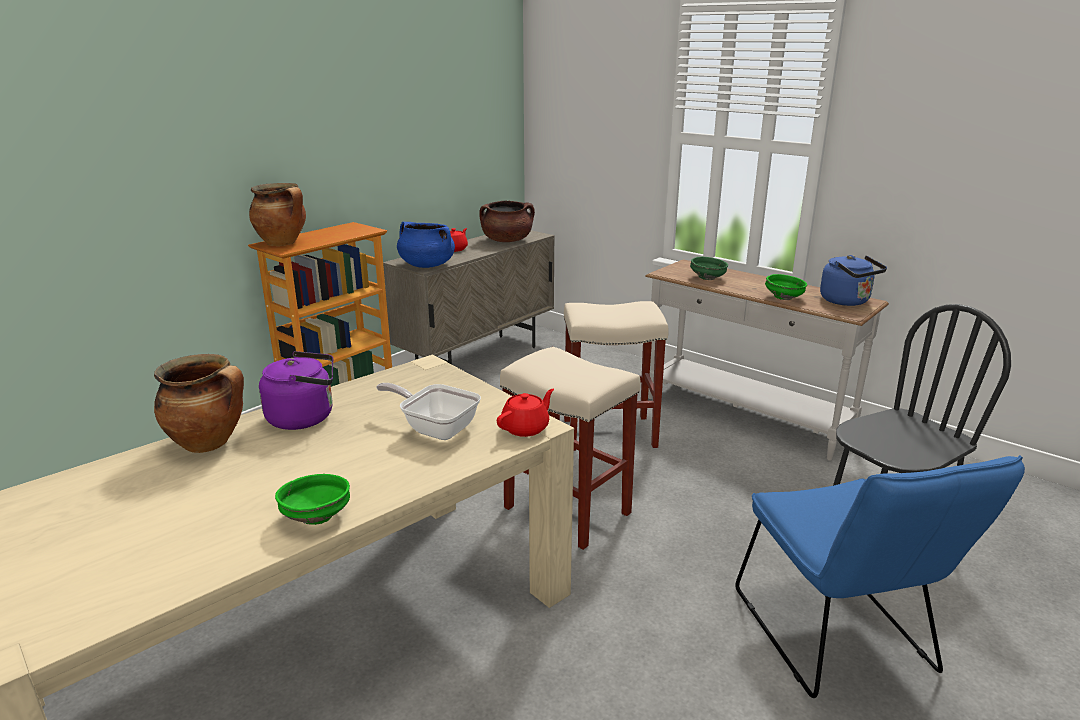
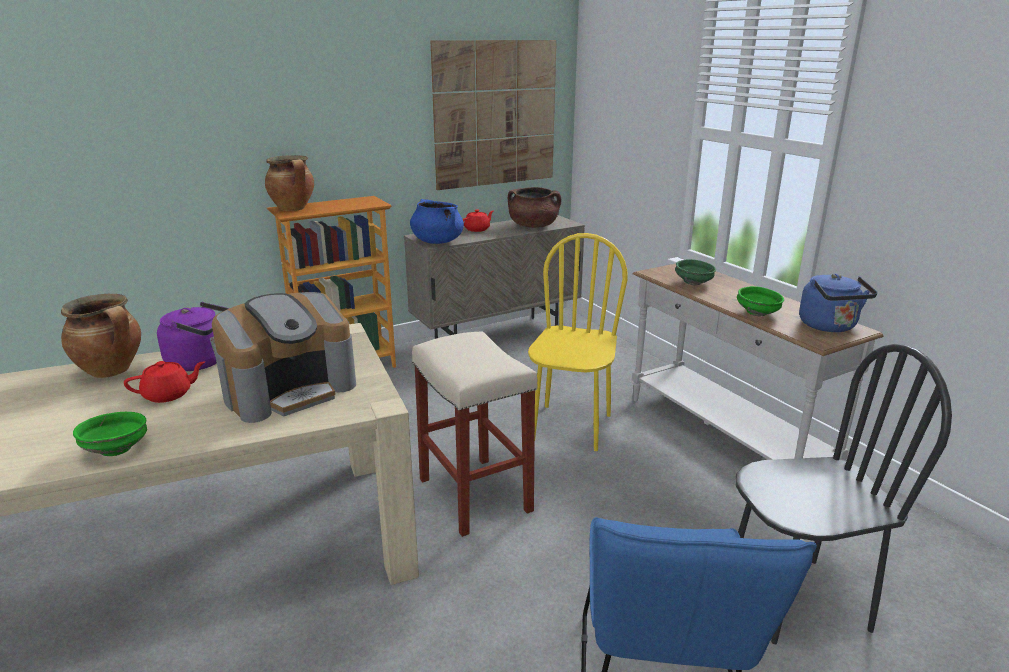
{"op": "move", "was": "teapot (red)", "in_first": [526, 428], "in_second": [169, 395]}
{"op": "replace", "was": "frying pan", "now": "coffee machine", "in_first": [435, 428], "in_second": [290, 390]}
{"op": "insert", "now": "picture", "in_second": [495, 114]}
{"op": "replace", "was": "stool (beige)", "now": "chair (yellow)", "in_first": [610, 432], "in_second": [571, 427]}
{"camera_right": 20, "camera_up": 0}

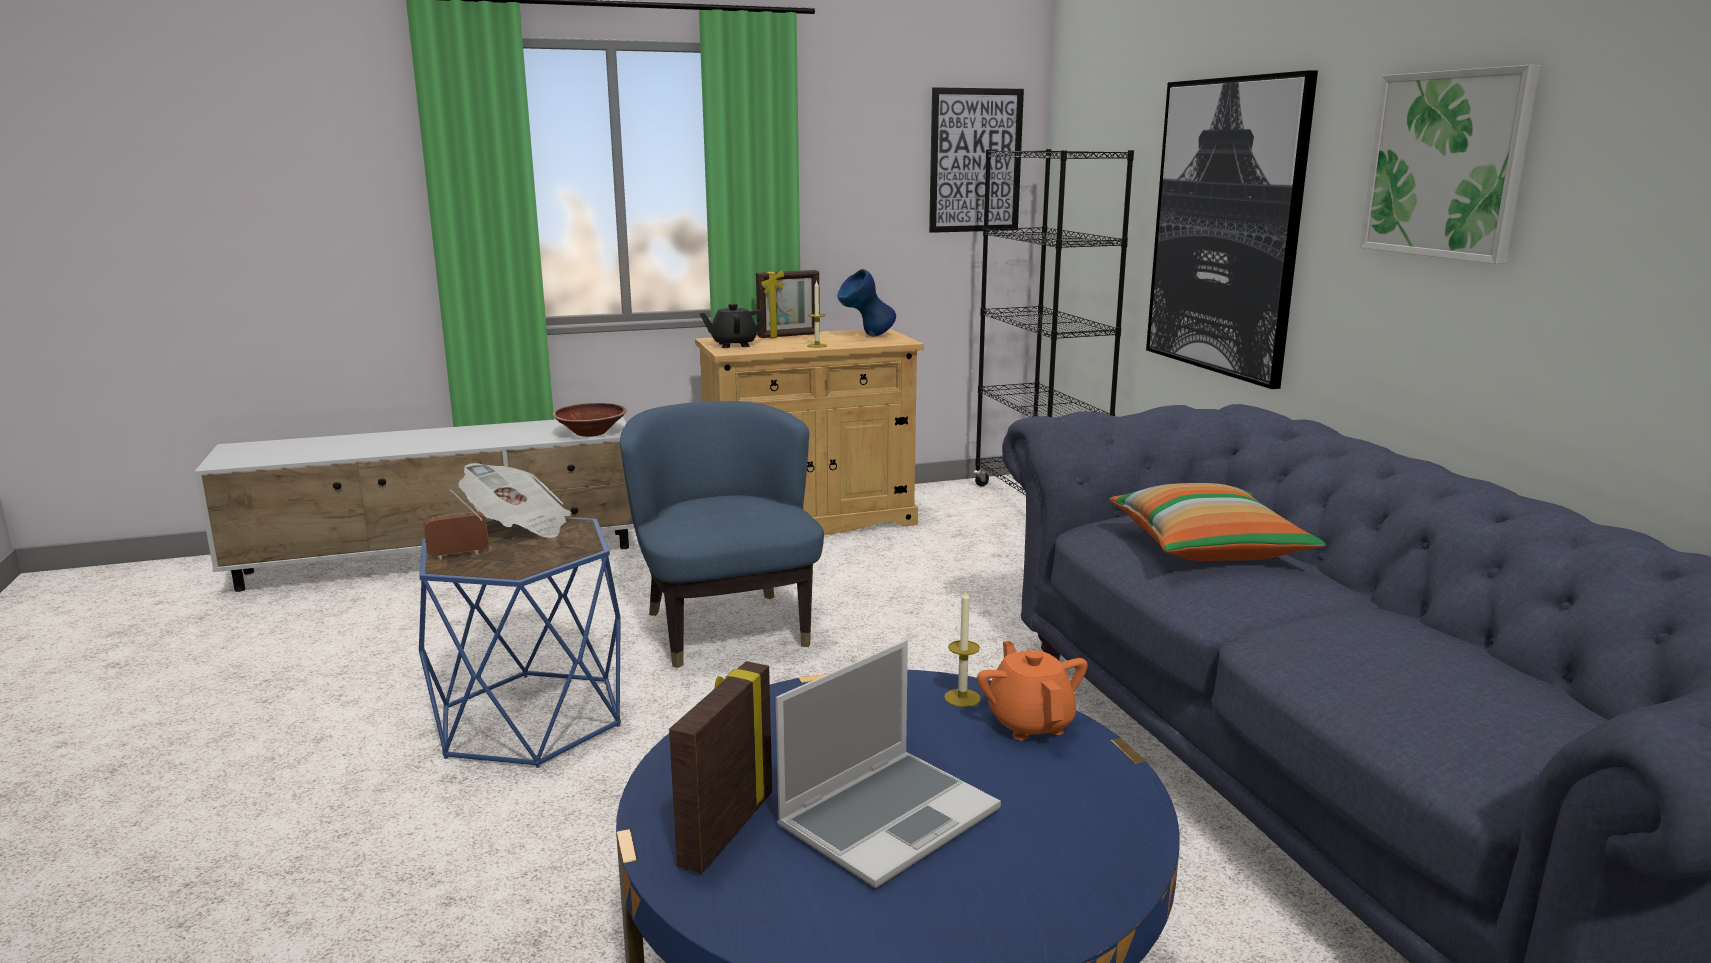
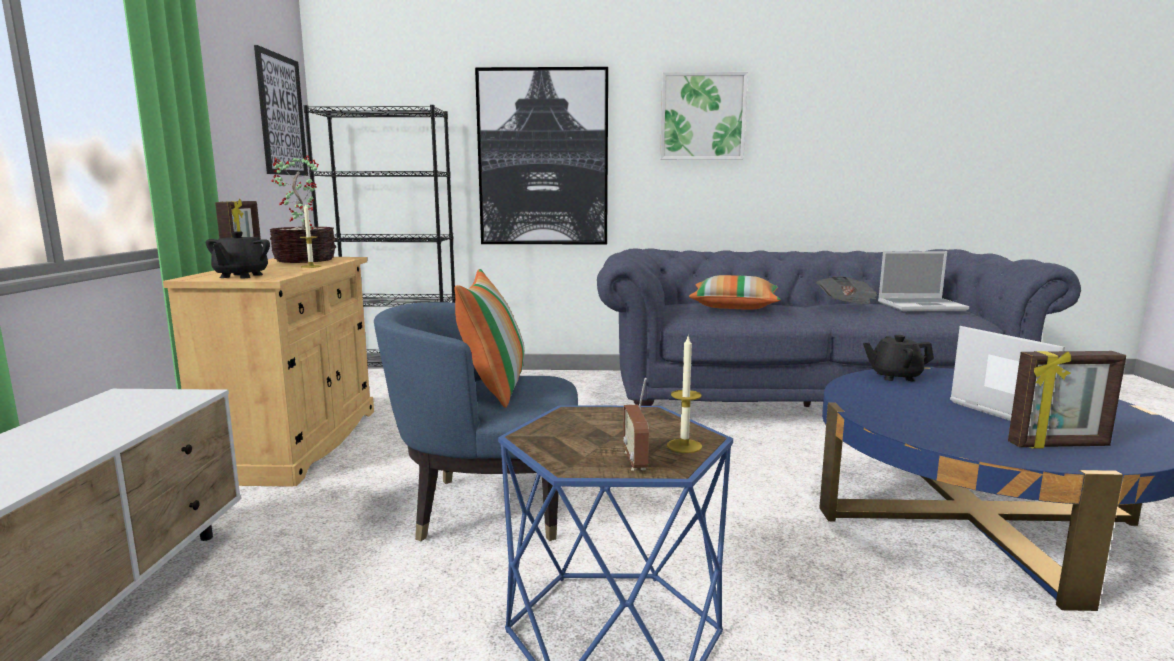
{"op": "replace", "was": "vase (blue)", "now": "potted plant", "in_first": [866, 336], "in_second": [305, 260]}
{"op": "insert", "now": "pillow", "in_second": [494, 388]}
{"op": "move", "was": "candle", "in_first": [962, 698], "in_second": [684, 446]}
{"op": "move", "was": "newspaper", "in_first": [519, 527], "in_second": [847, 307]}
{"op": "recolor", "was": "teapot (orange)", "now": "teapot (black)", "in_first": [1030, 723], "in_second": [894, 376]}
{"op": "insert", "now": "laptop", "in_second": [921, 306]}
{"op": "rotate", "was": "picture frame", "in_first": [724, 829], "in_second": [1059, 445], "clockwise": -45}
{"op": "delete", "was": "bowl (brown)", "in_first": [591, 433]}
{"camera_right": -70, "camera_up": -5}

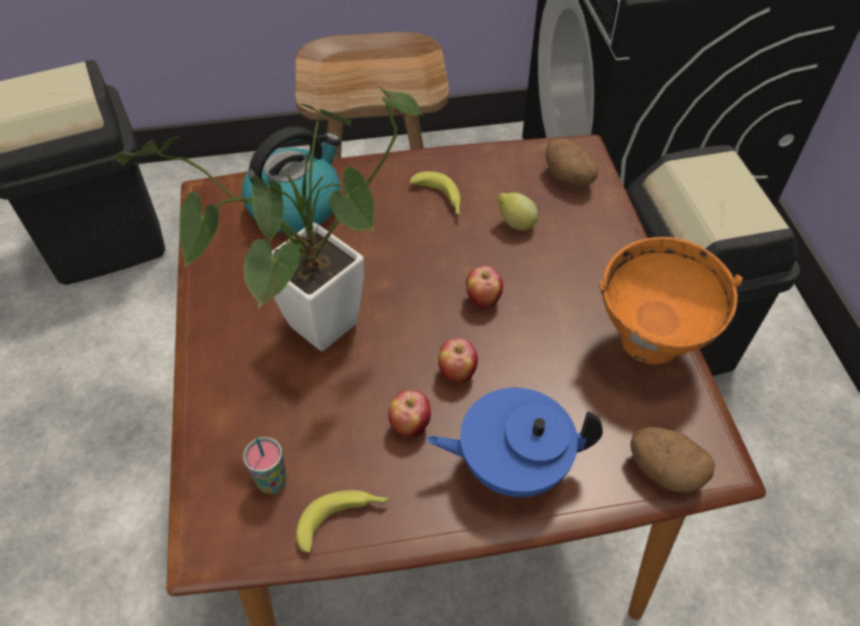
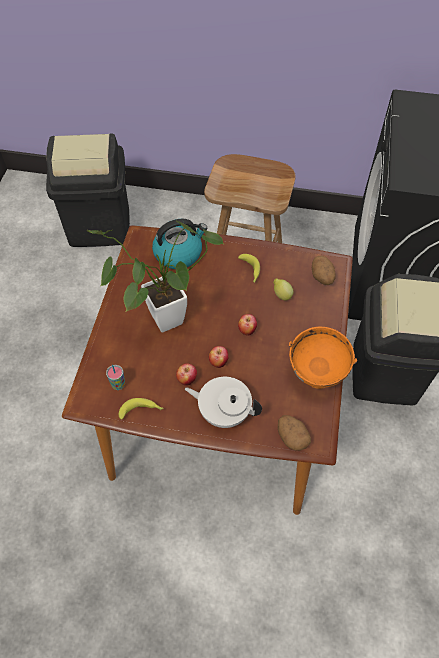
{"op": "recolor", "was": "teapot (blue)", "now": "teapot (white)", "in_first": [511, 464], "in_second": [224, 412]}
{"camera_right": 20, "camera_up": 5}

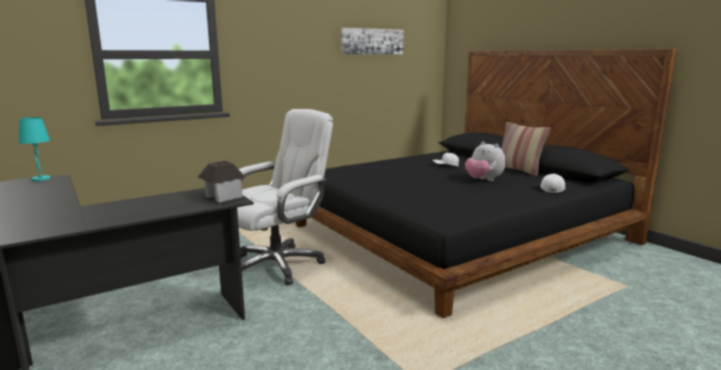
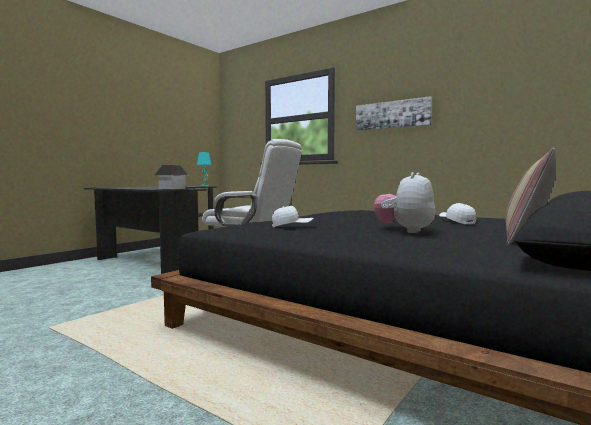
{"op": "move", "was": "cap (white)", "in_first": [552, 189], "in_second": [292, 226]}
{"op": "move", "was": "picture", "in_first": [372, 41], "in_second": [392, 115]}
{"camera_right": 70, "camera_up": -10}

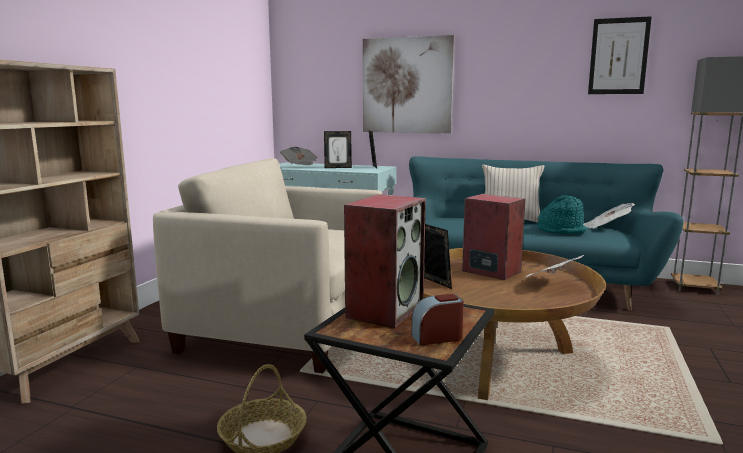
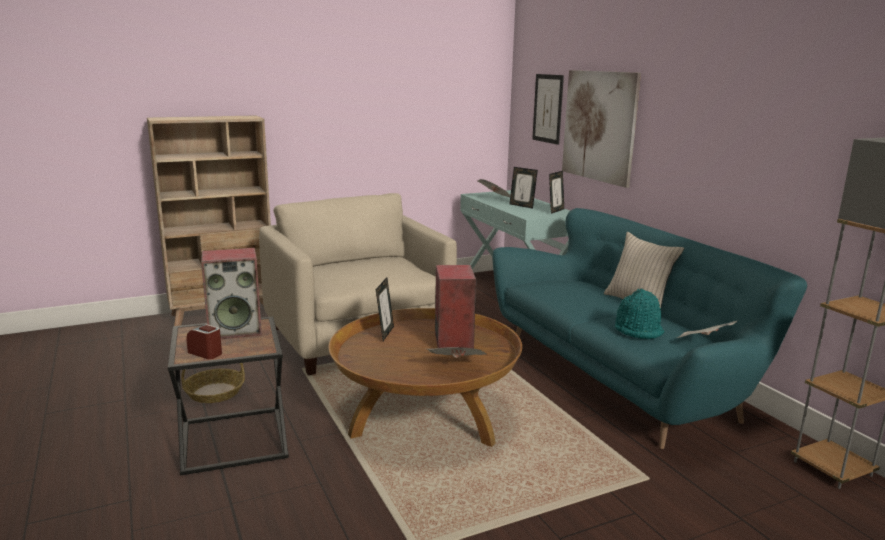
{"op": "move", "was": "picture", "in_first": [618, 56], "in_second": [548, 108]}
{"camera_right": 45, "camera_up": 5}

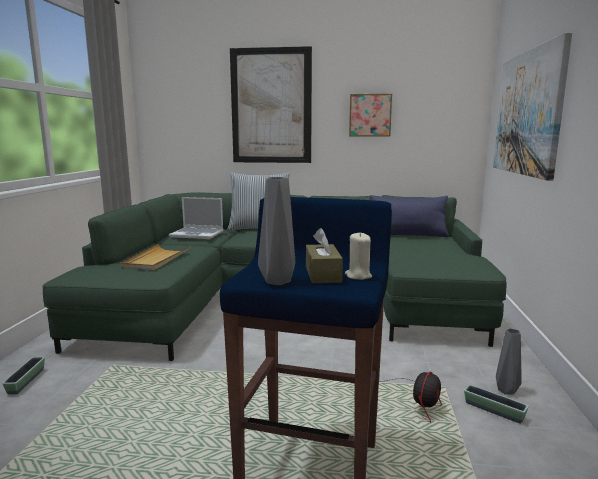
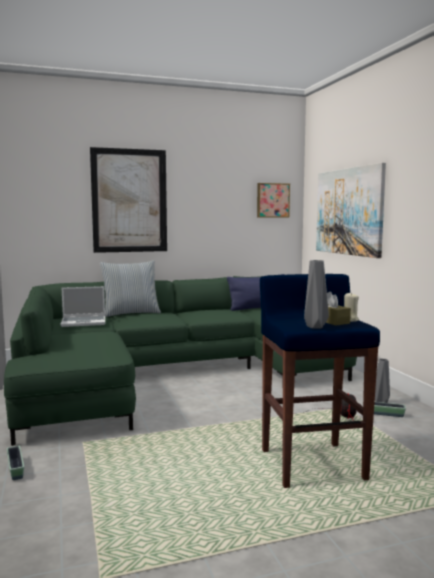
{"op": "move", "was": "picture", "in_first": [370, 115], "in_second": [272, 200]}
{"op": "delete", "was": "tray (beige)", "in_first": [156, 260]}
{"camera_right": -25, "camera_up": -5}

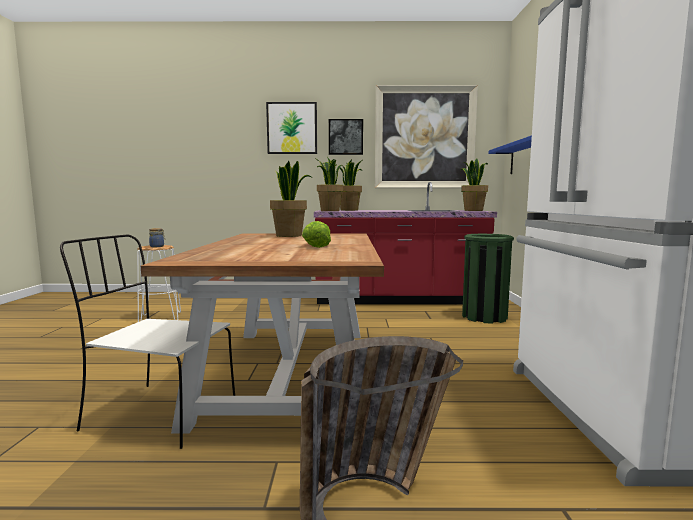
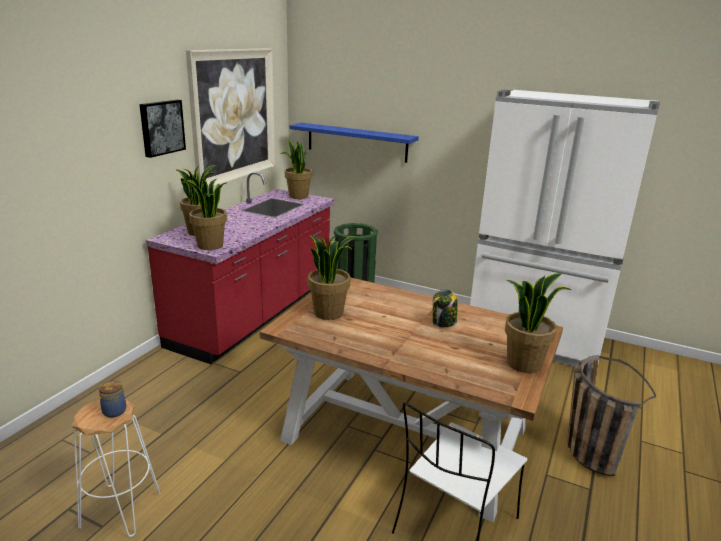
{"op": "replace", "was": "lettuce", "now": "jar", "in_first": [315, 246], "in_second": [444, 322]}
{"op": "insert", "now": "potted plant", "in_second": [524, 363]}
{"op": "delete", "was": "picture", "in_first": [292, 128]}
{"camera_right": -65, "camera_up": 15}

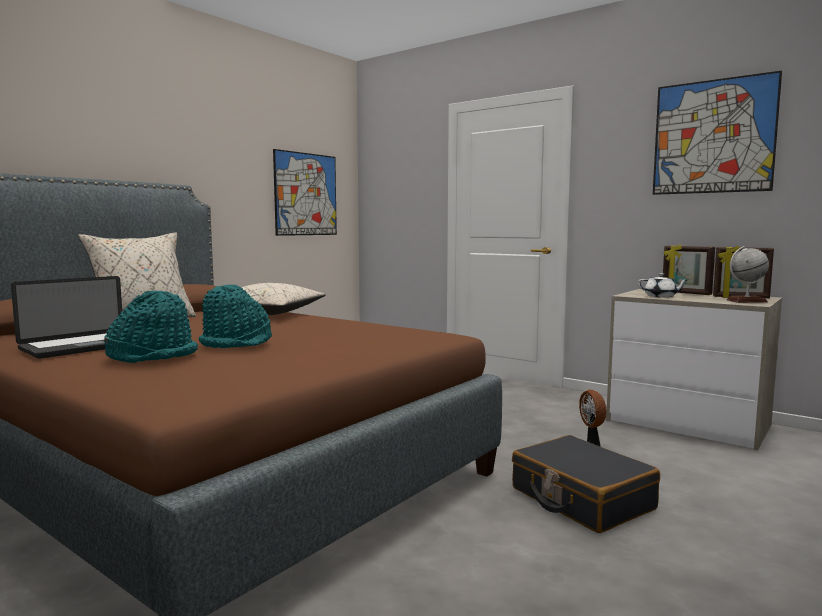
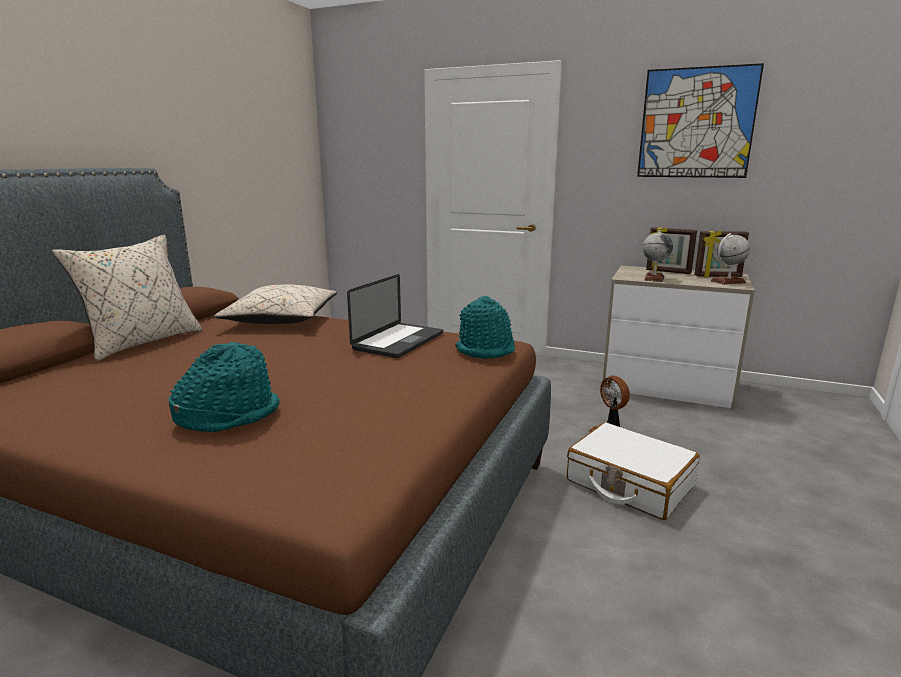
{"op": "move", "was": "laptop", "in_first": [83, 346], "in_second": [398, 341]}
{"op": "move", "was": "hat (turquoise)", "in_first": [237, 343], "in_second": [486, 349]}
{"op": "recolor", "was": "suitcase (black)", "now": "suitcase (white)", "in_first": [581, 499], "in_second": [629, 483]}
{"op": "replace", "was": "teapot (white)", "now": "globe", "in_first": [661, 296], "in_second": [654, 278]}
{"op": "delete", "was": "picture", "in_first": [306, 194]}
{"camera_right": -15, "camera_up": 10}

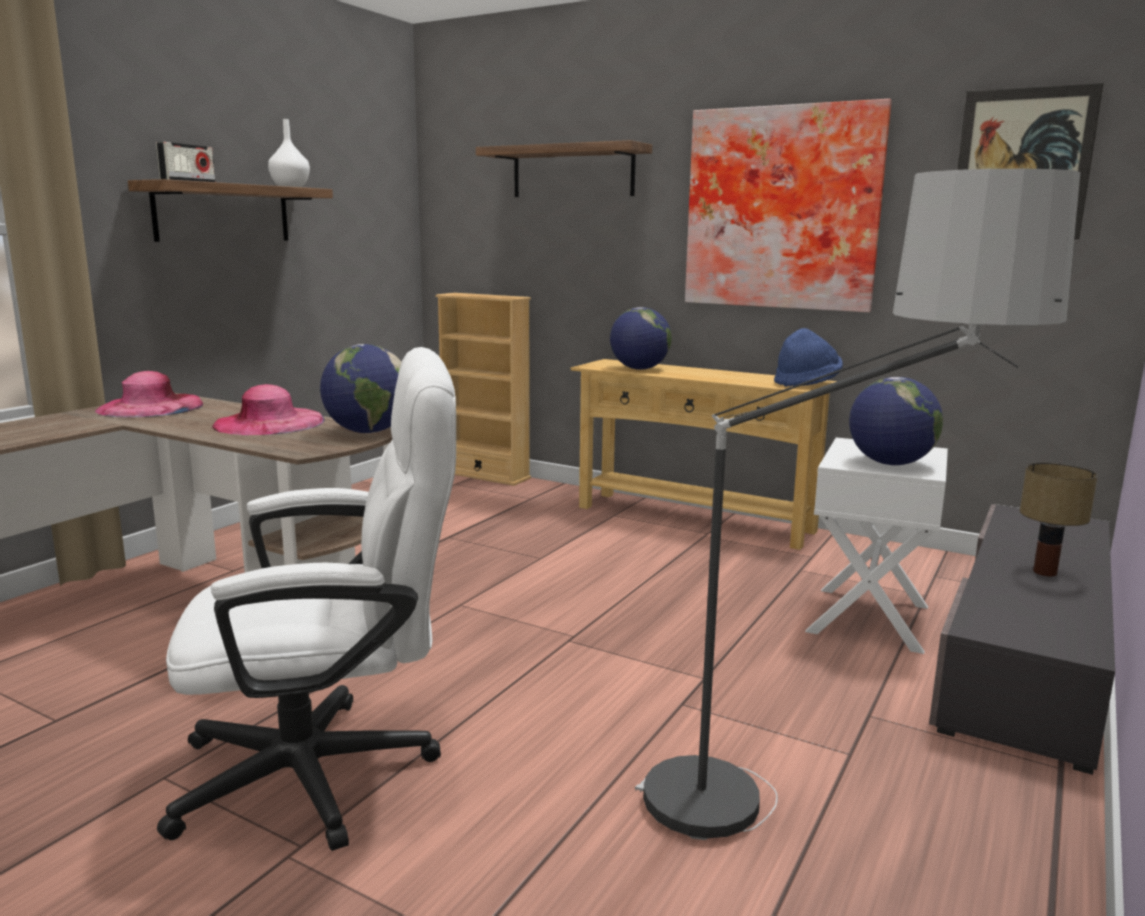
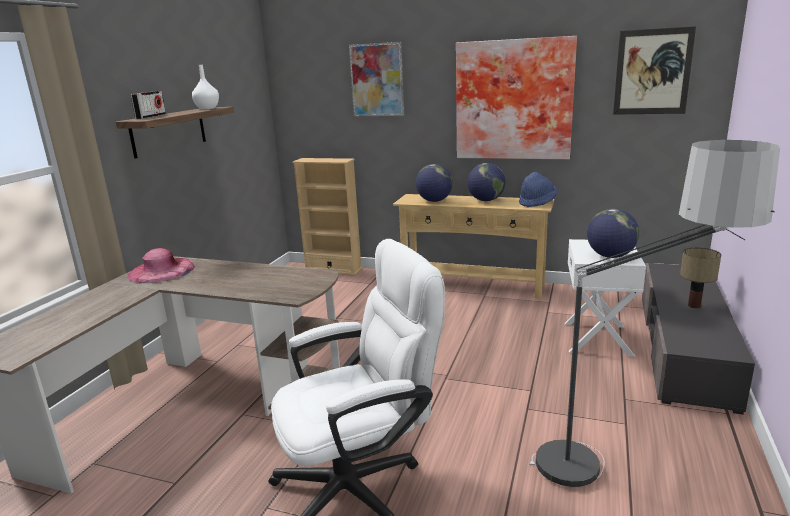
{"op": "replace", "was": "shelf", "now": "picture", "in_first": [573, 172], "in_second": [377, 80]}
{"op": "move", "was": "globe", "in_first": [368, 432], "in_second": [485, 200]}
{"op": "delete", "was": "hat (pink)", "in_first": [269, 423]}
{"camera_right": -10, "camera_up": 5}

